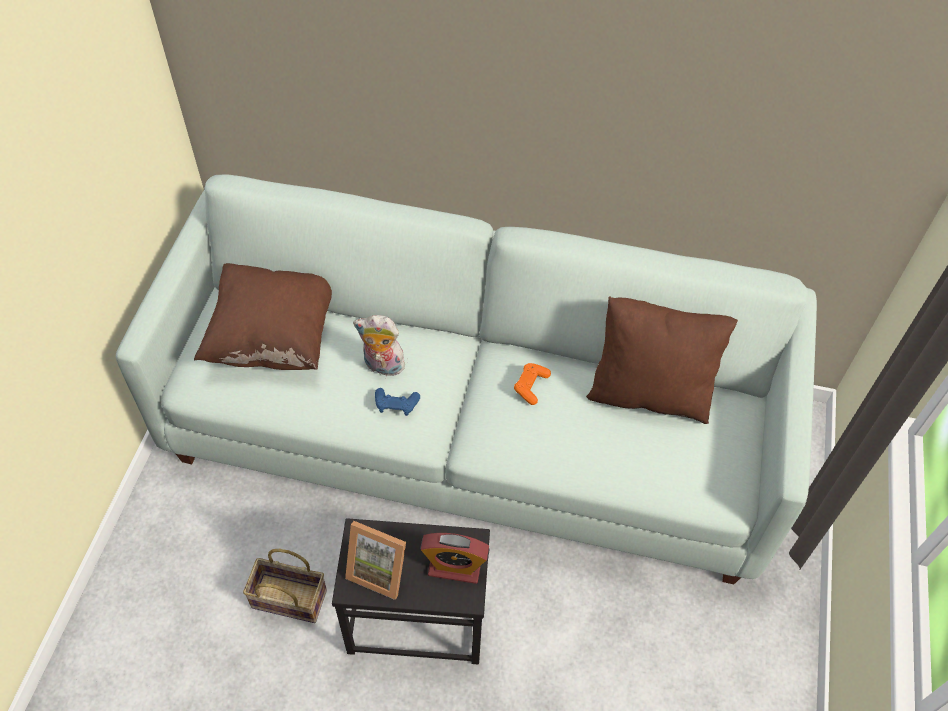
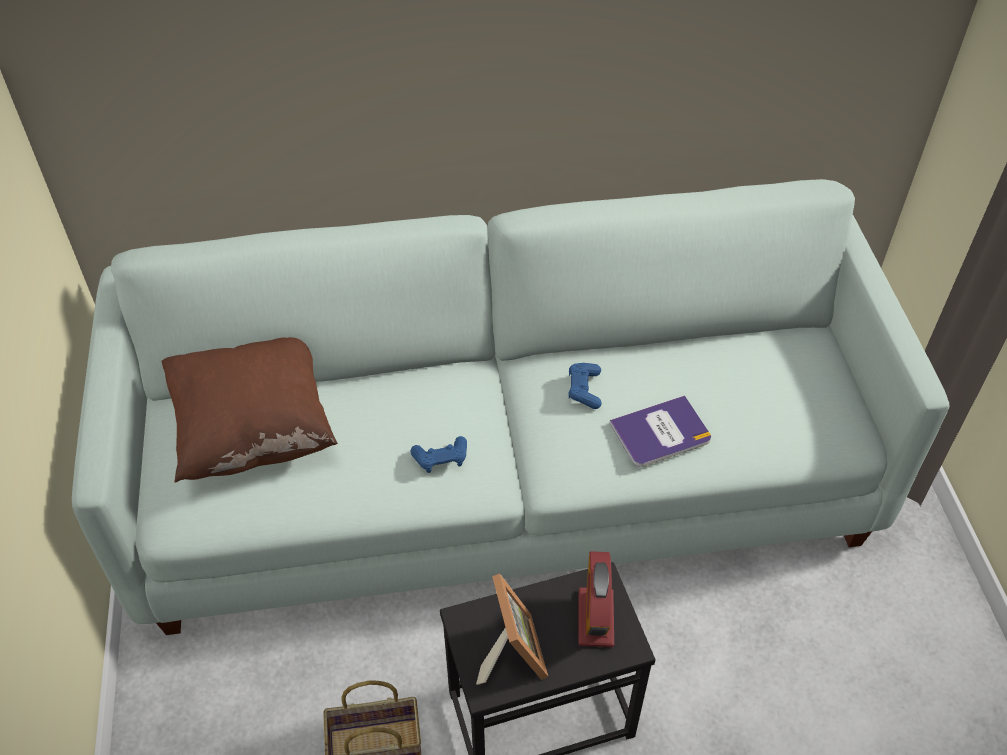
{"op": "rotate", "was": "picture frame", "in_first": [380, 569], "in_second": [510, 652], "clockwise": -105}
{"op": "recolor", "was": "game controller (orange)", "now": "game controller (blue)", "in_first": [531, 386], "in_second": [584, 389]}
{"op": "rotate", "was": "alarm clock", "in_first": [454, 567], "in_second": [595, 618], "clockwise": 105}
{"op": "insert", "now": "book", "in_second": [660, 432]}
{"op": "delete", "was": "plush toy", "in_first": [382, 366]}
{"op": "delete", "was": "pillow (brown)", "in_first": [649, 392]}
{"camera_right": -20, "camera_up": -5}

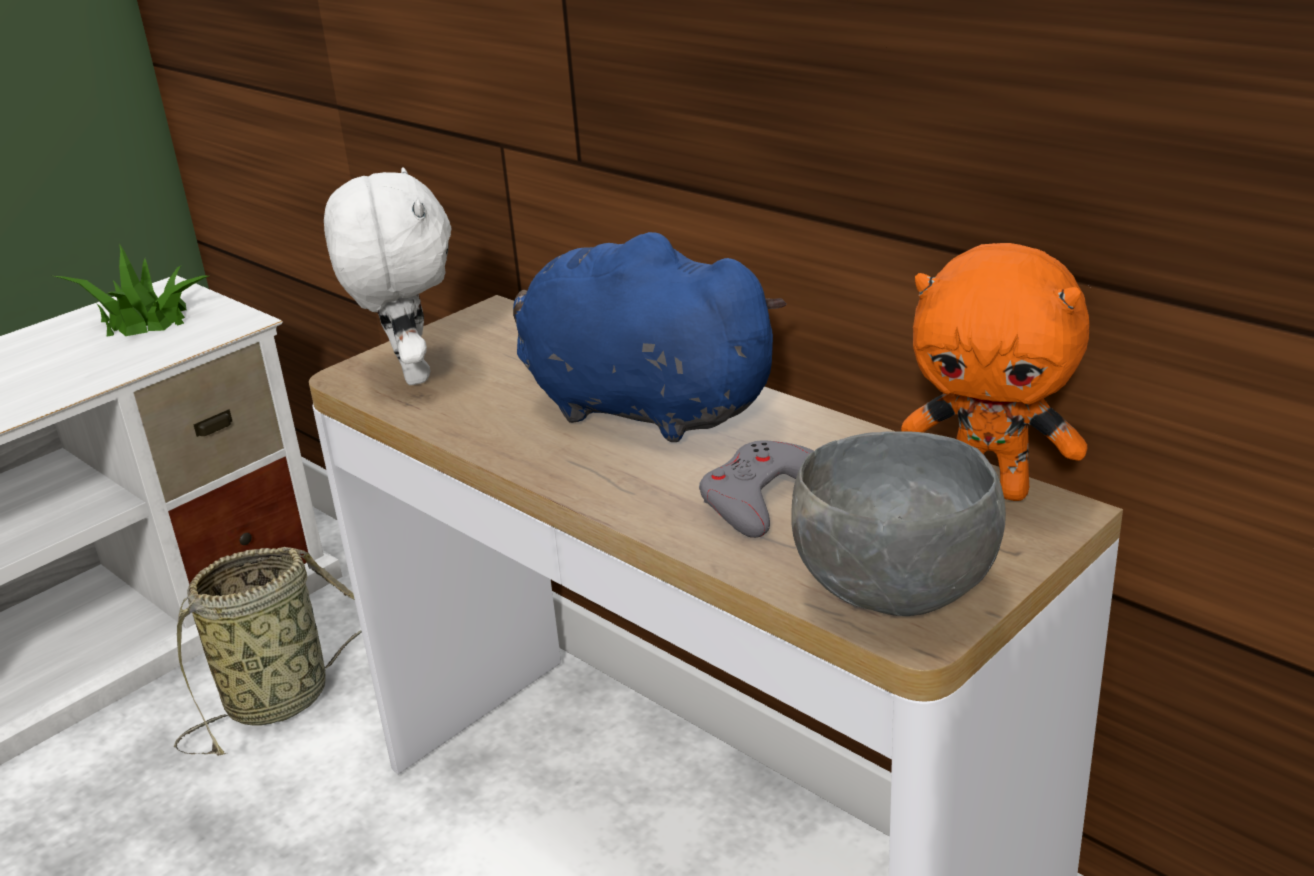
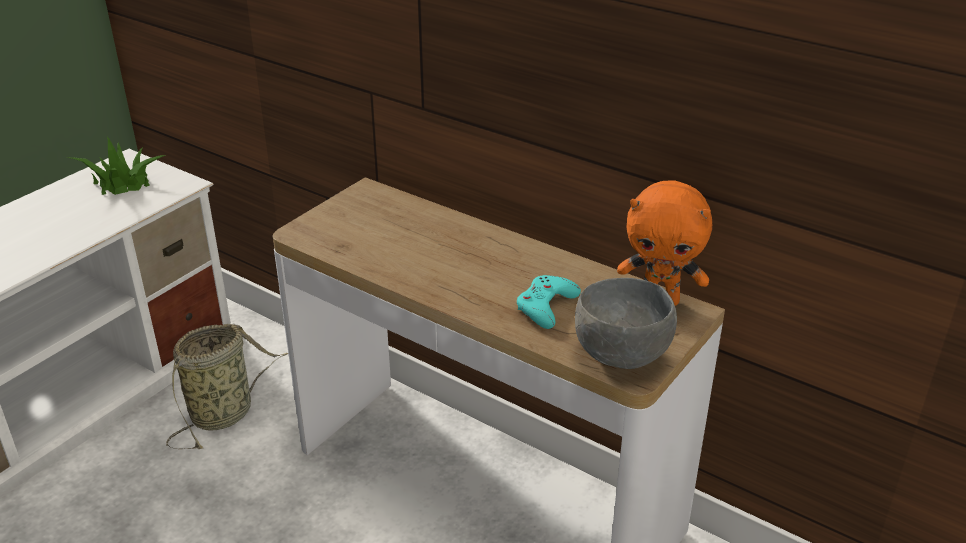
{"op": "recolor", "was": "game controller (grey)", "now": "game controller (turquoise)", "in_first": [760, 498], "in_second": [546, 306]}
{"op": "delete", "was": "plush toy (white)", "in_first": [409, 373]}
{"op": "delete", "was": "plush toy (blue)", "in_first": [638, 407]}
{"camera_right": -10, "camera_up": 5}

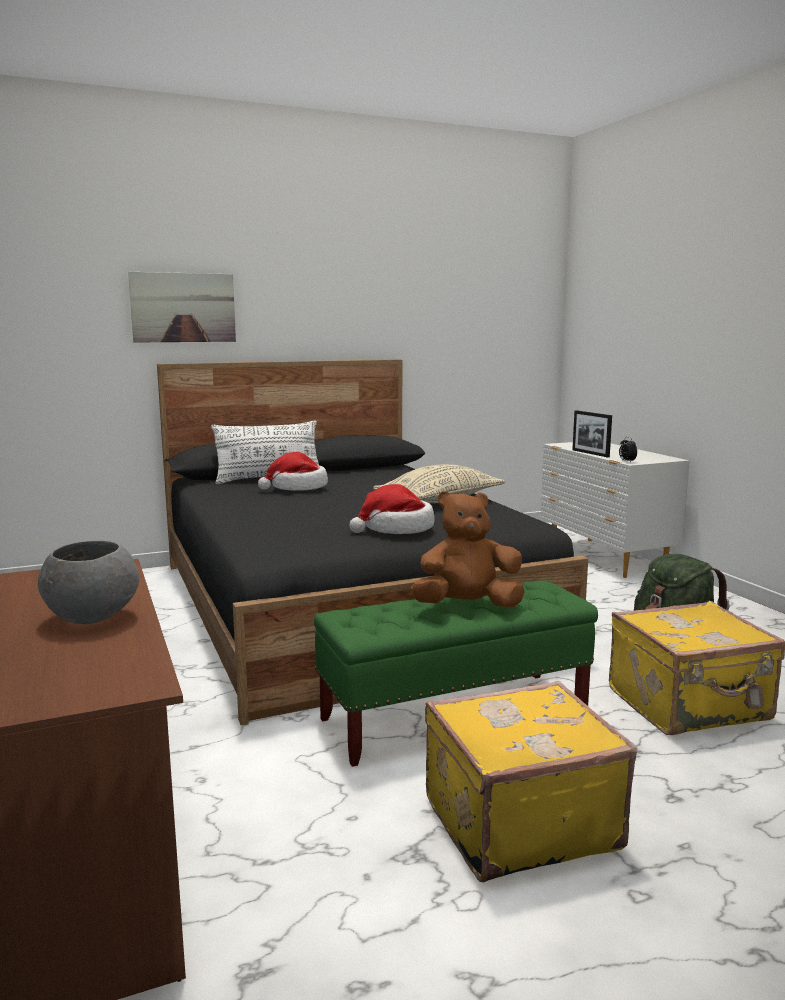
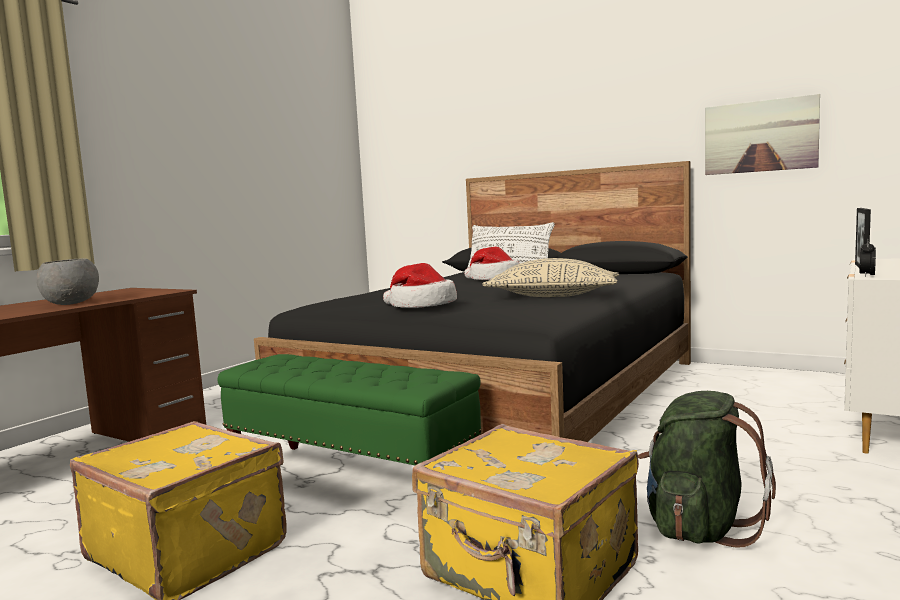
{"op": "move", "was": "picture", "in_first": [183, 307], "in_second": [760, 136]}
{"op": "delete", "was": "plush toy (brown)", "in_first": [467, 606]}
{"camera_right": 55, "camera_up": -5}

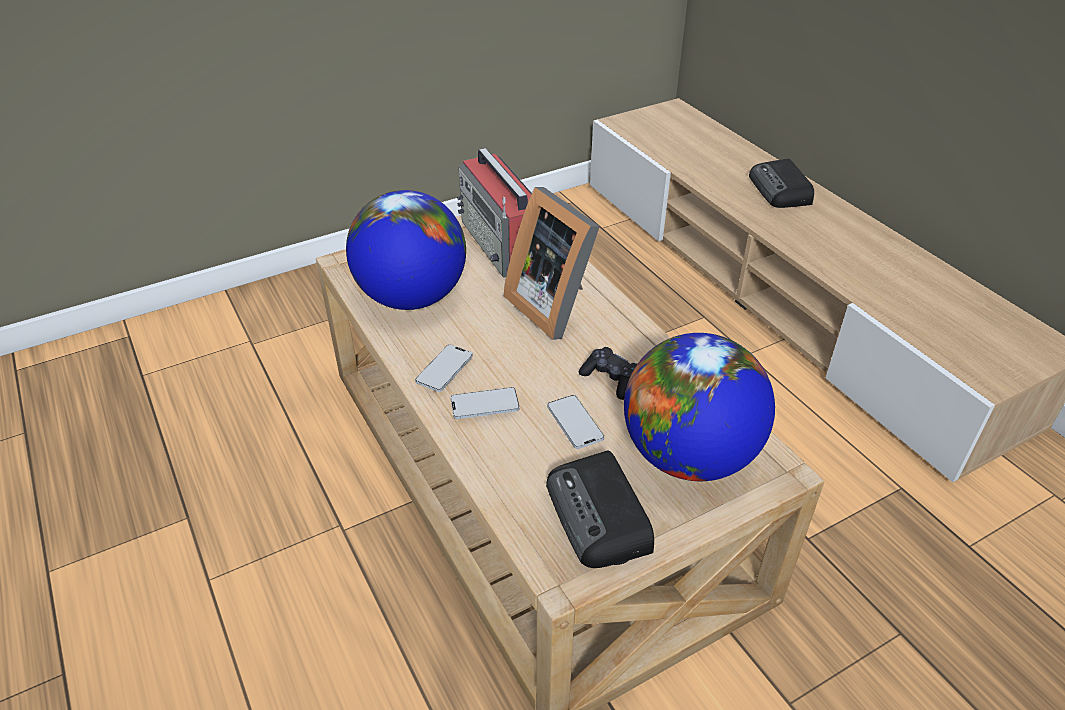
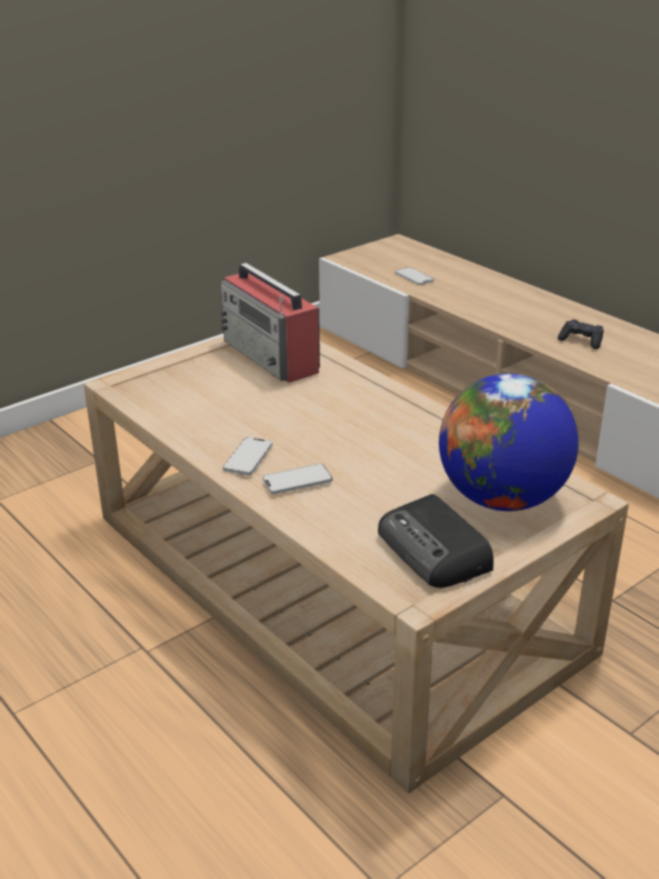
{"op": "move", "was": "phone", "in_first": [575, 422], "in_second": [414, 277]}
{"op": "move", "was": "game controller (black)", "in_first": [610, 379], "in_second": [581, 340]}
{"op": "delete", "was": "globe", "in_first": [412, 297]}
{"op": "delete", "was": "picture frame", "in_first": [554, 305]}
{"op": "delete", "was": "radio", "in_first": [780, 190]}
{"camera_right": -10, "camera_up": -10}

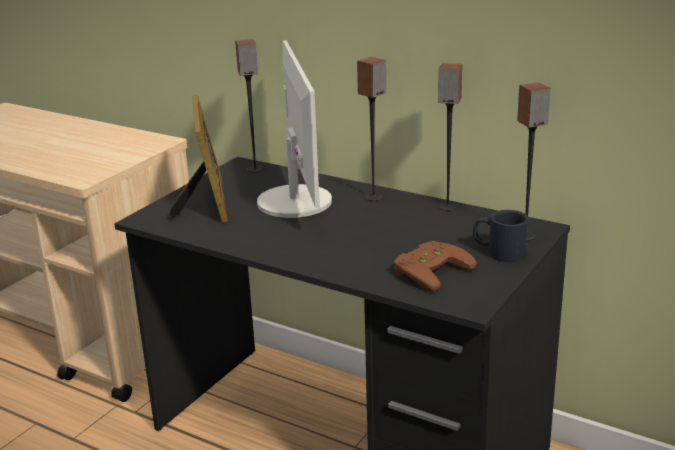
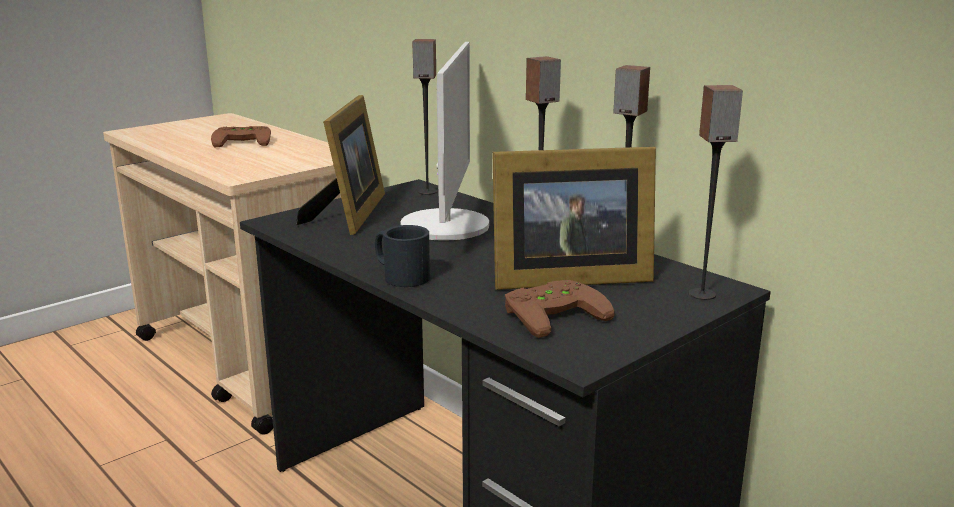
{"op": "insert", "now": "game controller (brown)", "in_second": [243, 141]}
{"op": "move", "was": "mug (black)", "in_first": [499, 252], "in_second": [400, 275]}
{"op": "insert", "now": "picture frame", "in_second": [564, 277]}
{"camera_right": 15, "camera_up": -5}

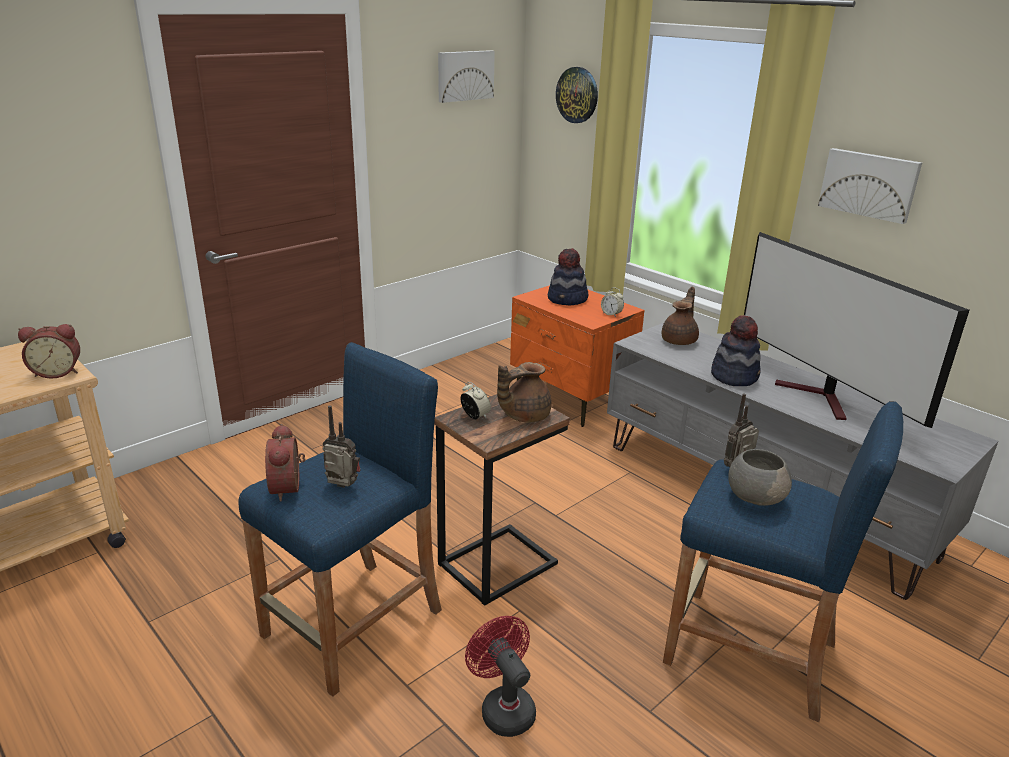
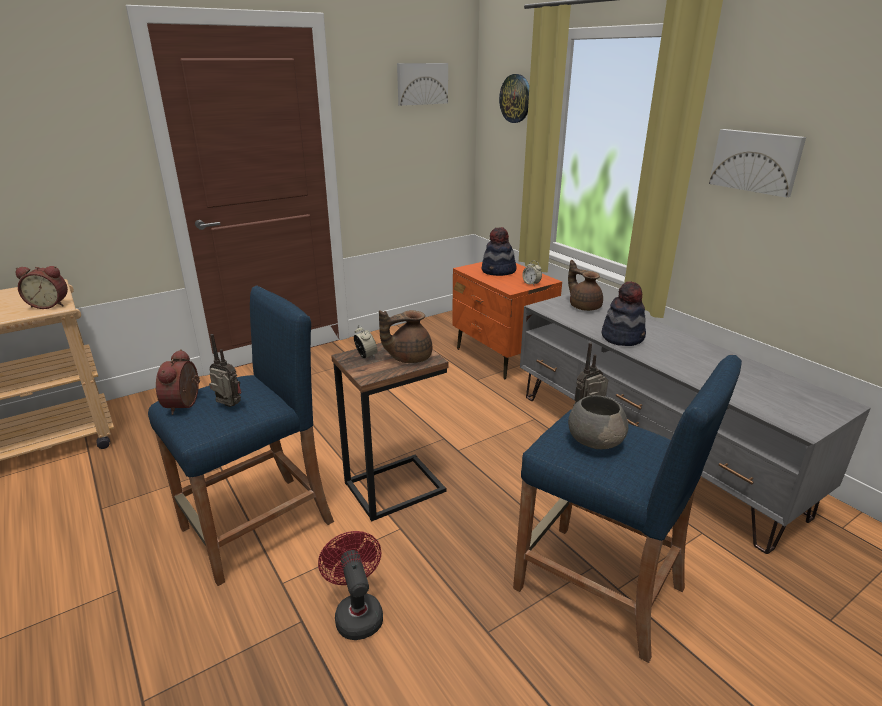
{"op": "rotate", "was": "teapot (brown)", "in_first": [680, 340], "in_second": [584, 306], "clockwise": -75}
{"op": "delete", "was": "television", "in_first": [821, 398]}
{"camera_right": 10, "camera_up": 0}

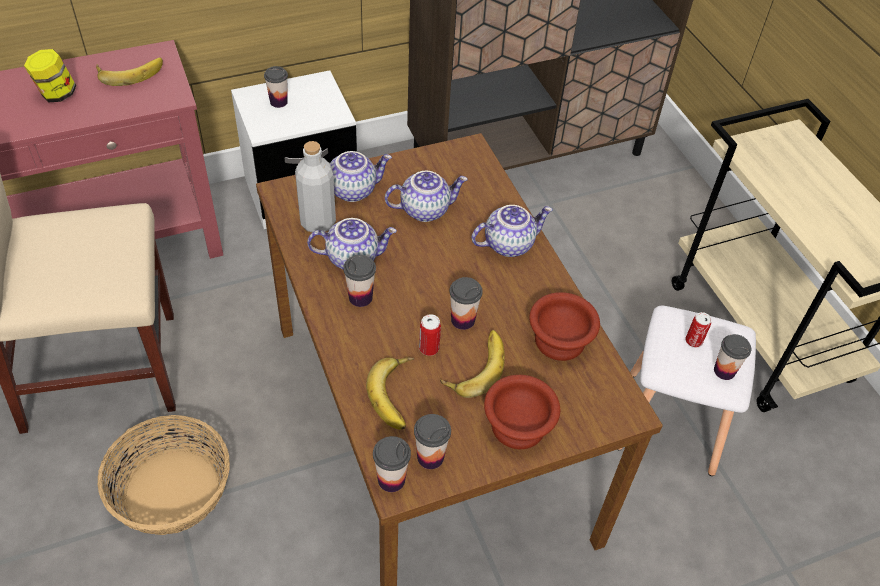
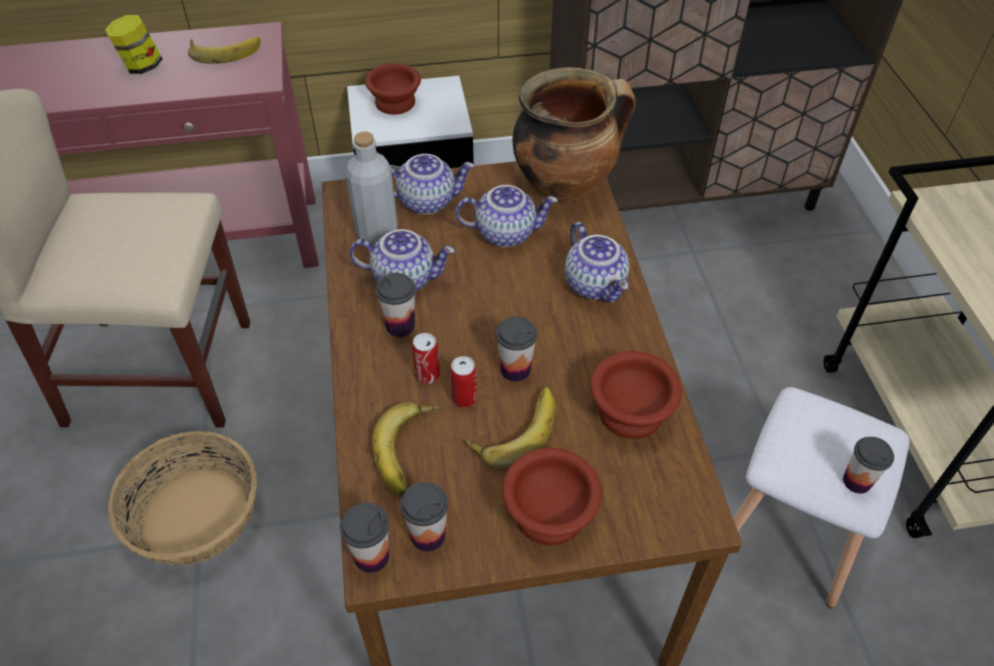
{"op": "replace", "was": "cup", "now": "bowl (brown)", "in_first": [278, 102], "in_second": [394, 103]}
{"op": "move", "was": "can", "in_first": [693, 341], "in_second": [427, 375]}
{"op": "insert", "now": "cooking pot", "in_second": [565, 185]}
{"op": "rotate", "was": "teapot", "in_first": [508, 243], "in_second": [596, 284], "clockwise": 75}
{"camera_right": 15, "camera_up": 0}

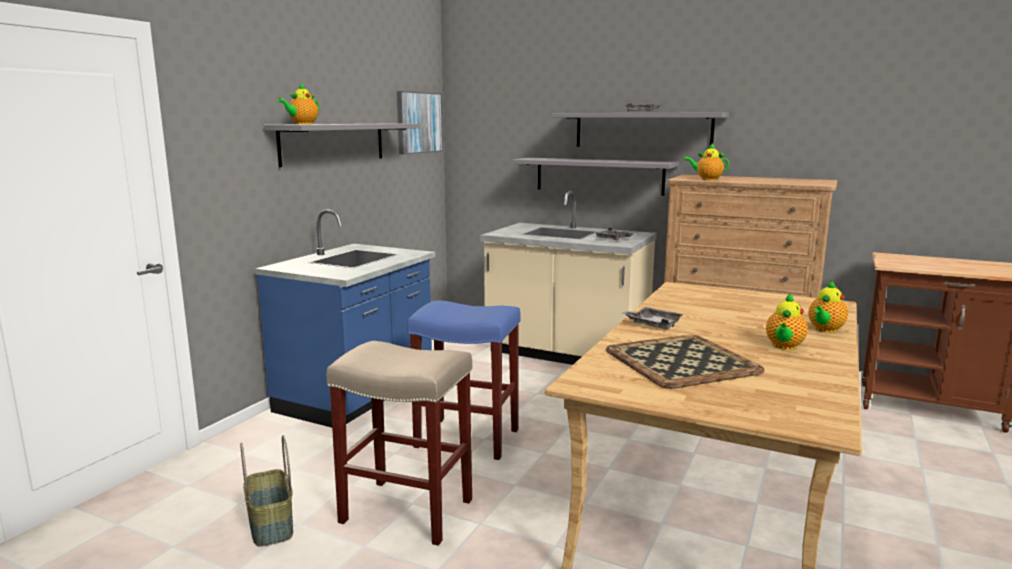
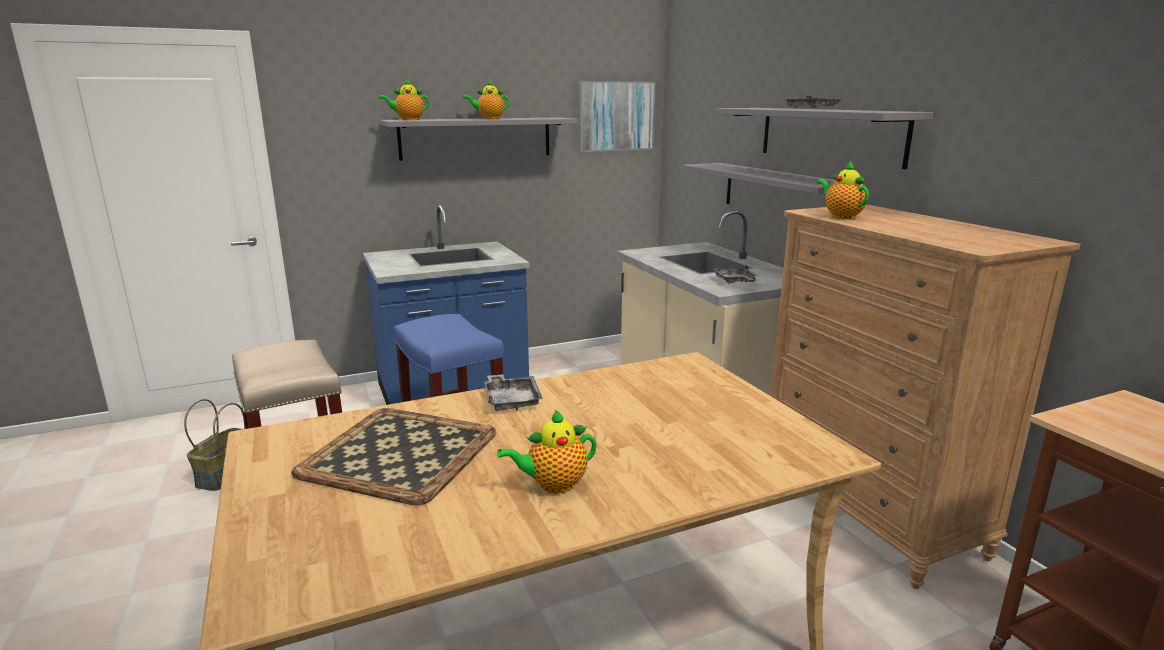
{"op": "move", "was": "teapot", "in_first": [825, 330], "in_second": [489, 118]}
{"camera_right": 40, "camera_up": 5}

